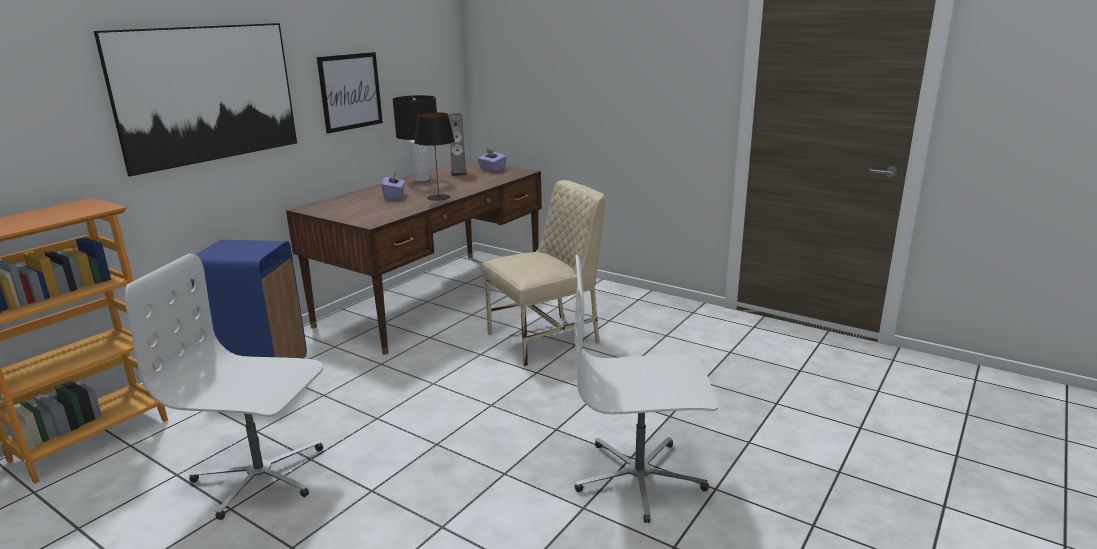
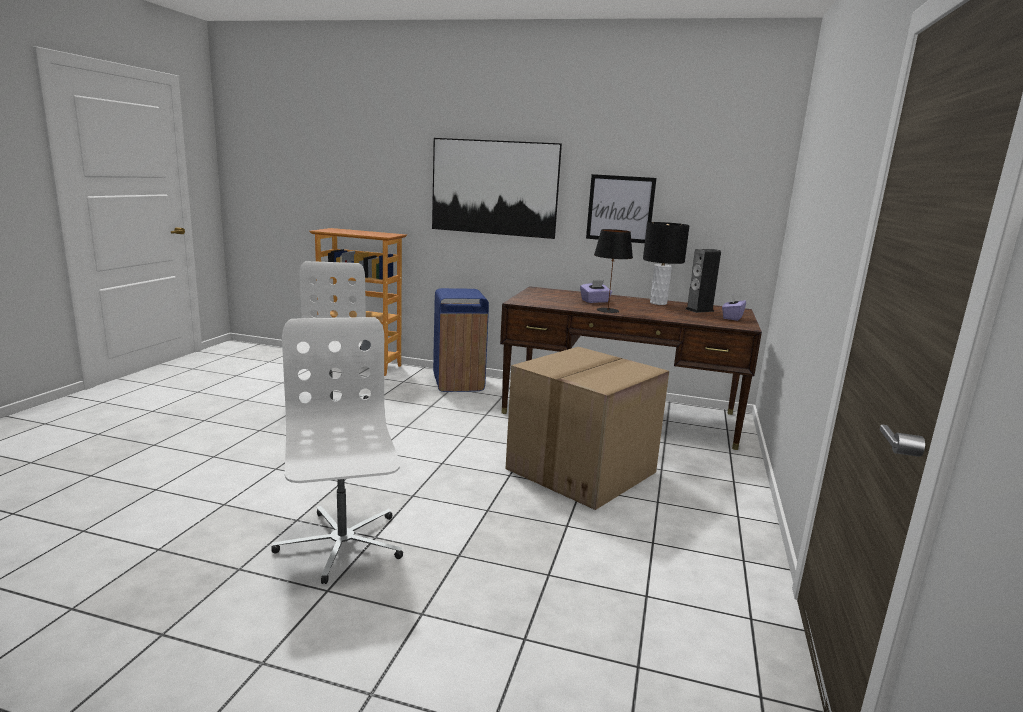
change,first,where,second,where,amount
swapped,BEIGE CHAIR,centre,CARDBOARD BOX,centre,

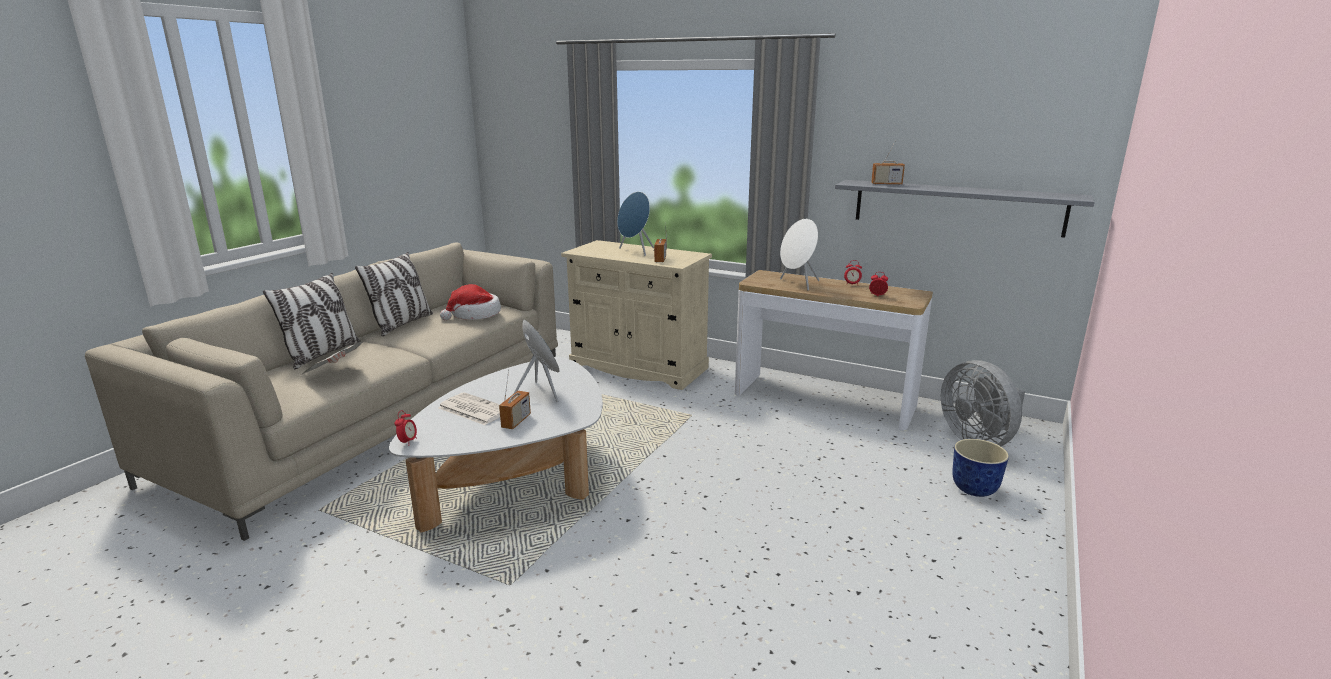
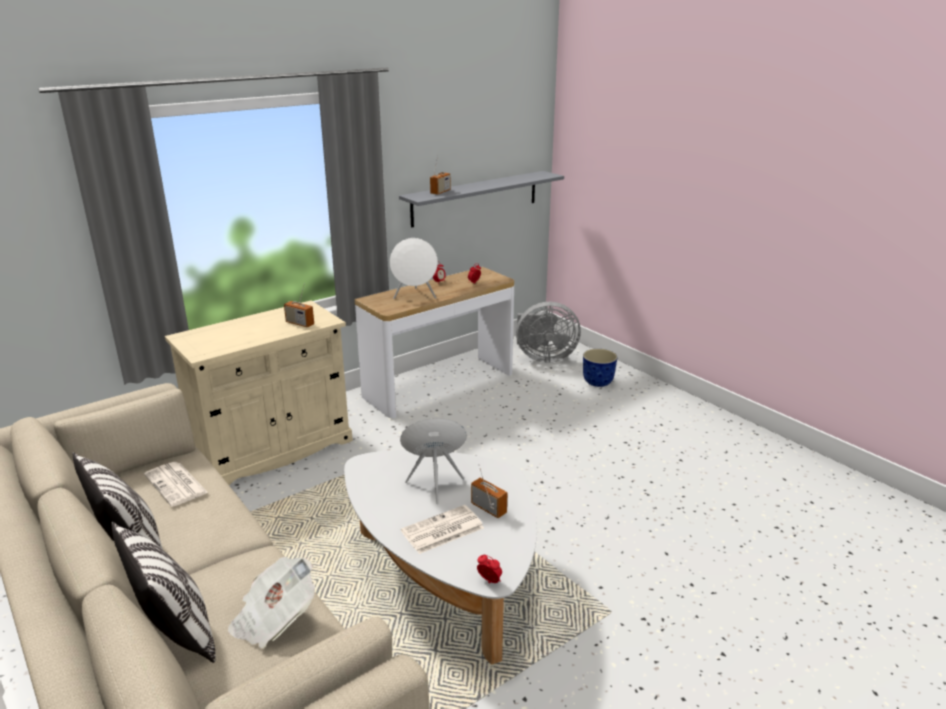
change,first,where,second,where,amount
gone,BLUE SPEAKER (no. 2 from left),top centre,,,
swapped,HAT,centre,NEWSPAPER (no. 1 from left),bottom left,

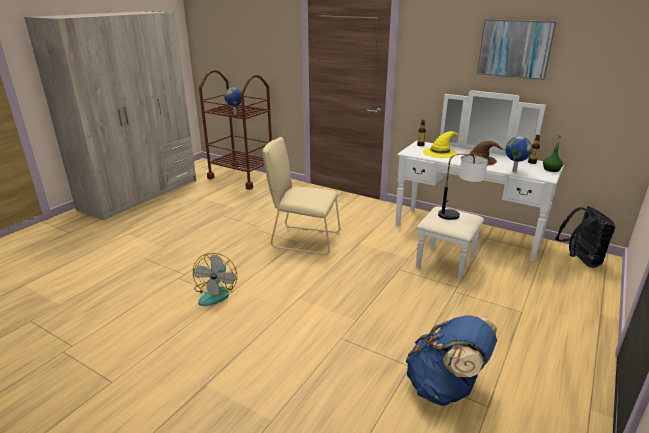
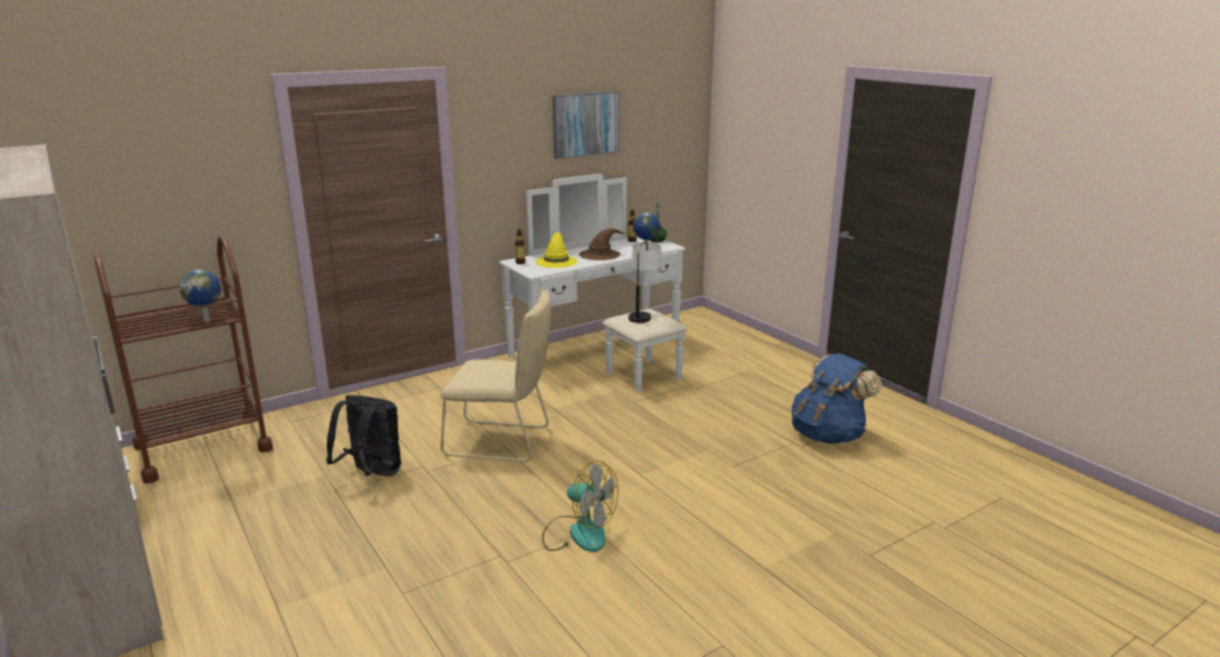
change,first,where,second,where,amount
rotated,BEIGE CHAIR,centre,,centre,120 degrees counterclockwise
shifted,BLACK BACKPACK,middle right,,middle left,

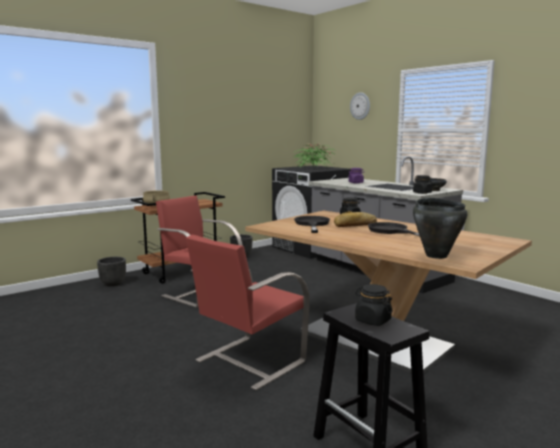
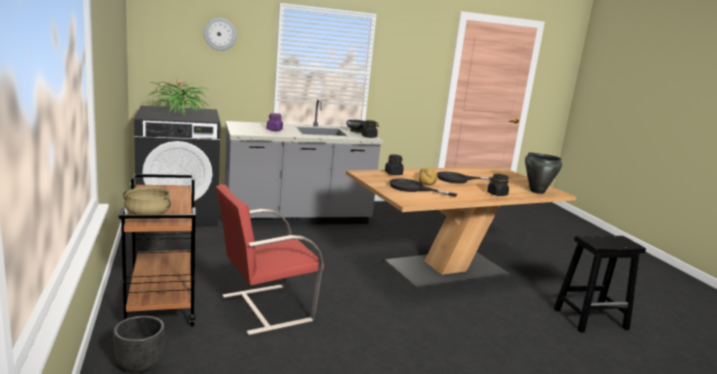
change,first,where,second,where,amount
gone,RED CHAIR (no. 2 from left),bottom centre,,,
shifted,BLACK JAR (no. 2 from left in the first image),bottom right,BLACK JAR (no. 3 from left),middle right,

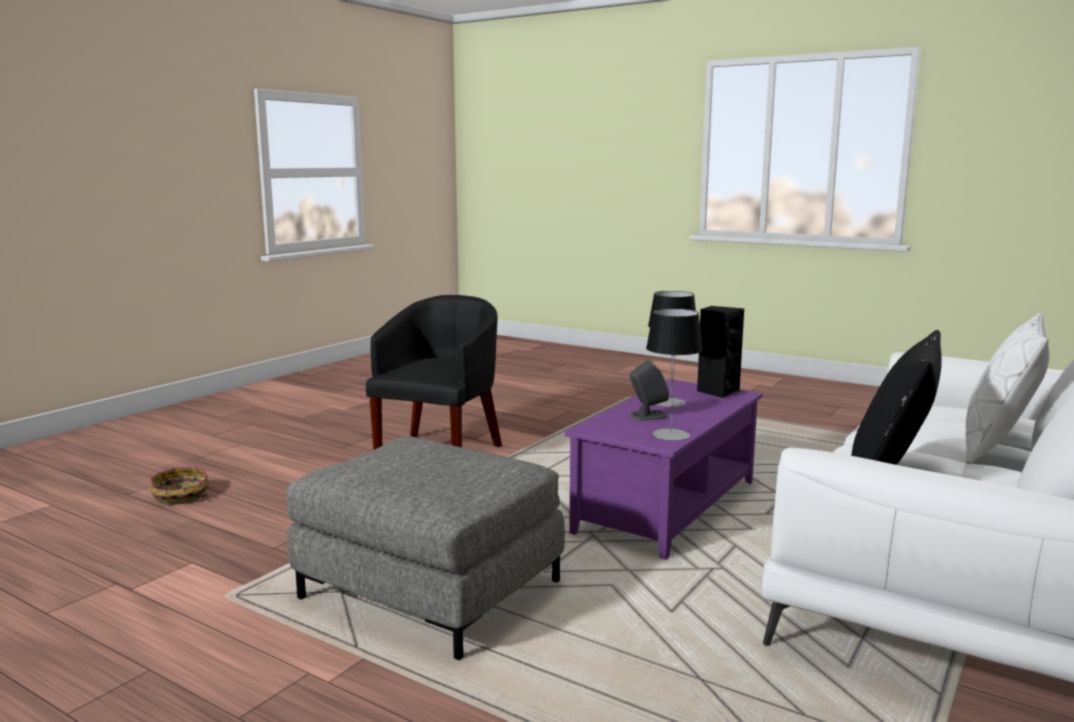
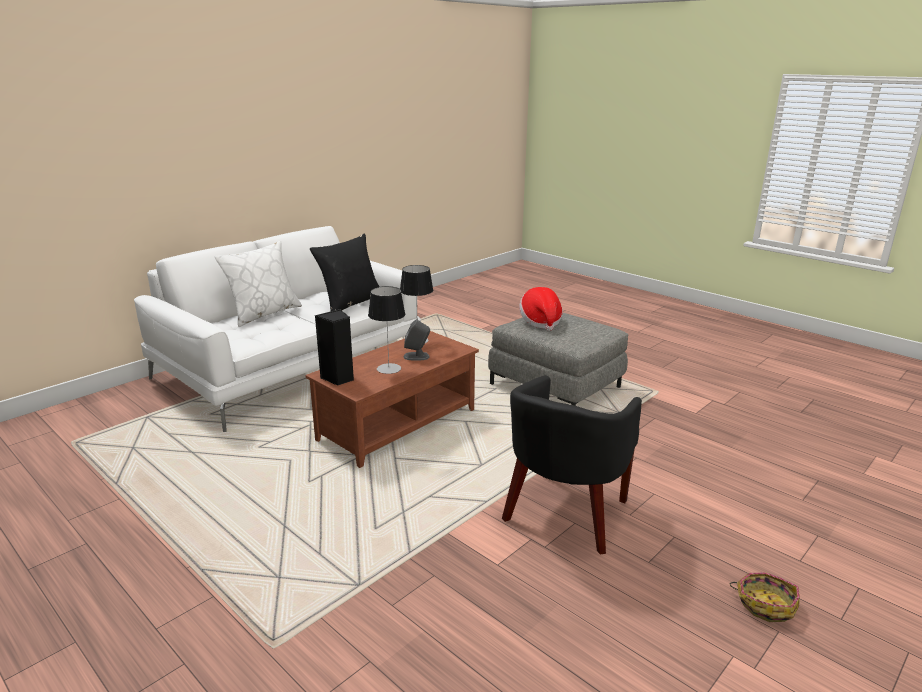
change,first,where,second,where,amount
repainted,PURPLE COFFEE TABLE,centre,BROWN COFFEE TABLE,centre,
shifted,BASKET,bottom left,,bottom right,
new,,,HAT,centre,

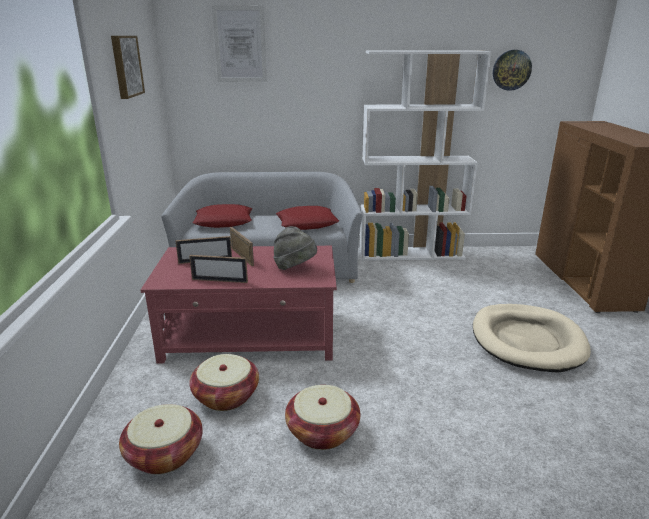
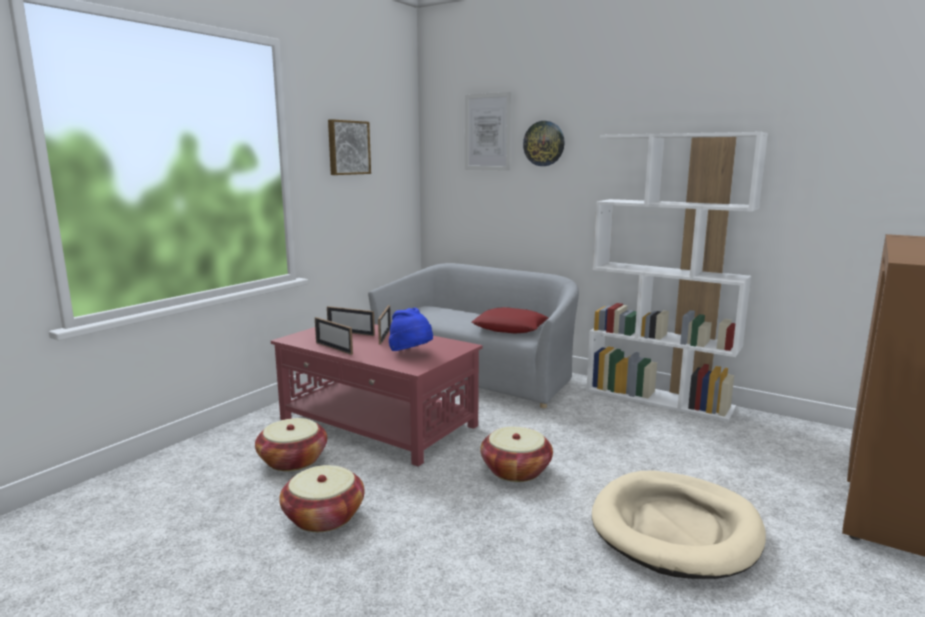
change,first,where,second,where,amount
shifted,WALL CLOCK,top right,,top centre,
gone,RED PILLOW (no. 1 from left),centre,,,
repainted,GREY HAT,centre,BLUE HAT,centre,
shifted,BASKET (no. 1 from left in the first image),bottom left,BASKET (no. 3 from left),bottom centre,

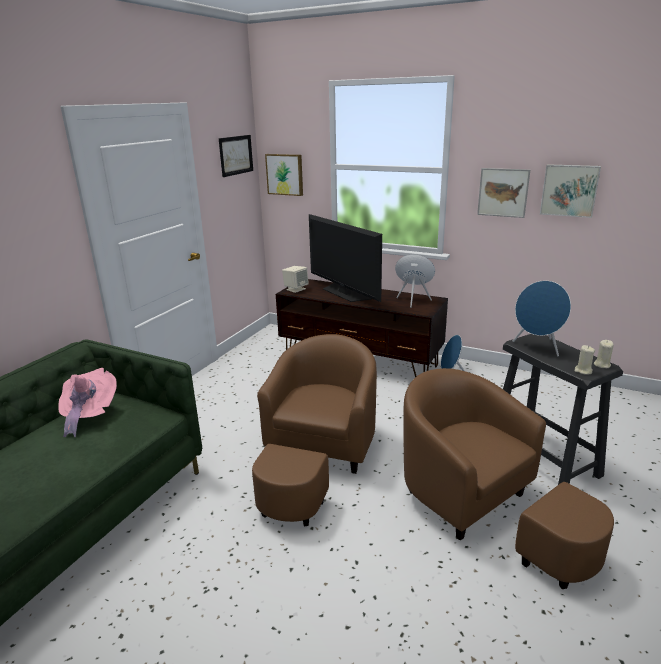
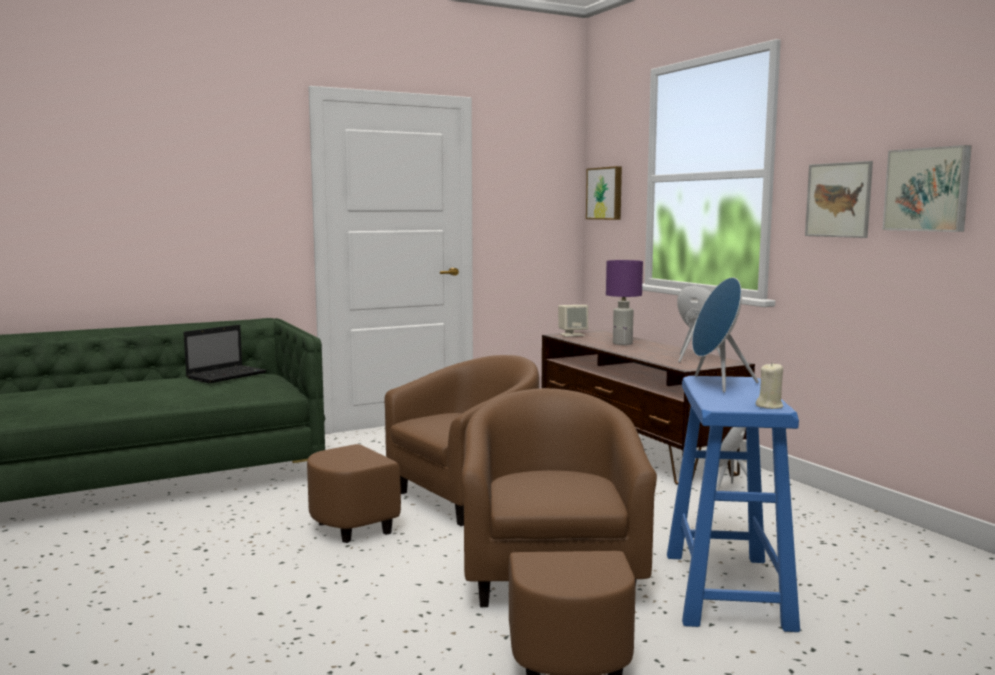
change,first,where,second,where,amount
gone,PICTURE (no. 1 from left),top centre,,,
swapped,TELEVISION,centre,PURPLE TABLE LAMP,centre,
repainted,BLACK STOOL,middle right,BLUE STOOL,bottom right,
gone,BEIGE CANDLE (no. 1 from left),middle right,,,
swapped,PINK HAT,middle left,LAPTOP,middle left,

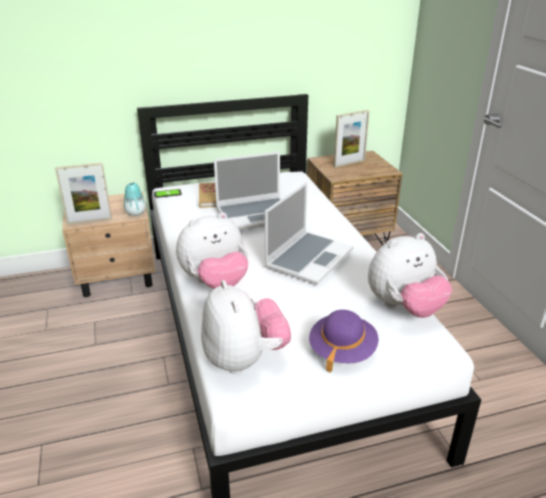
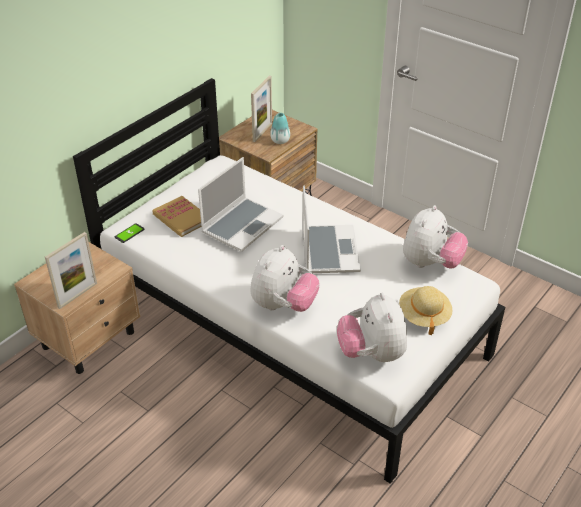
change,first,where,second,where,amount
shifted,VASE,middle left,,top centre,
rotated,PLUSH TOY (no. 2 from left),centre,,centre,135 degrees counterclockwise
repainted,PURPLE HAT,bottom centre,BEIGE HAT,middle right,

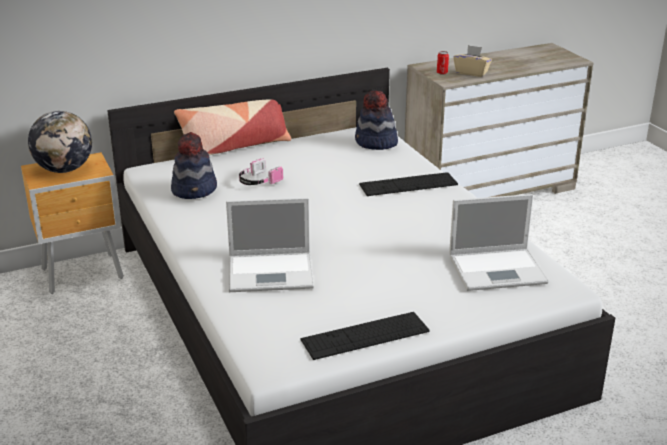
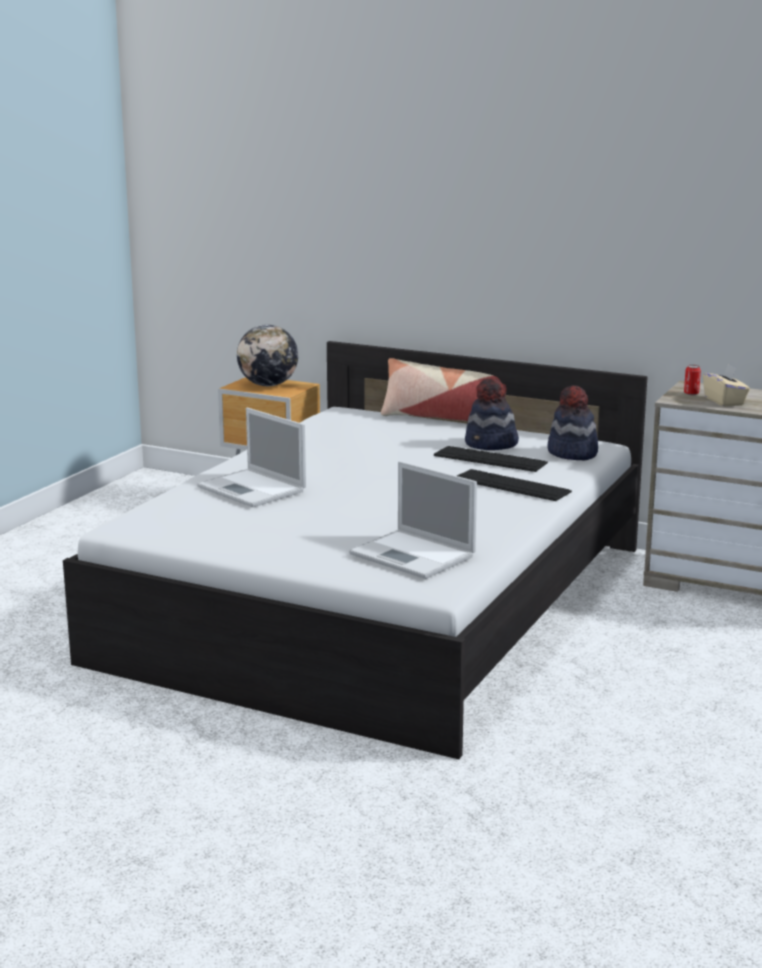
change,first,where,second,where,amount
shifted,HAT (no. 1 from left),middle left,,centre,
gone,HEADPHONES,centre,,,
shifted,KEYBOARD (no. 1 from left),bottom centre,,centre,

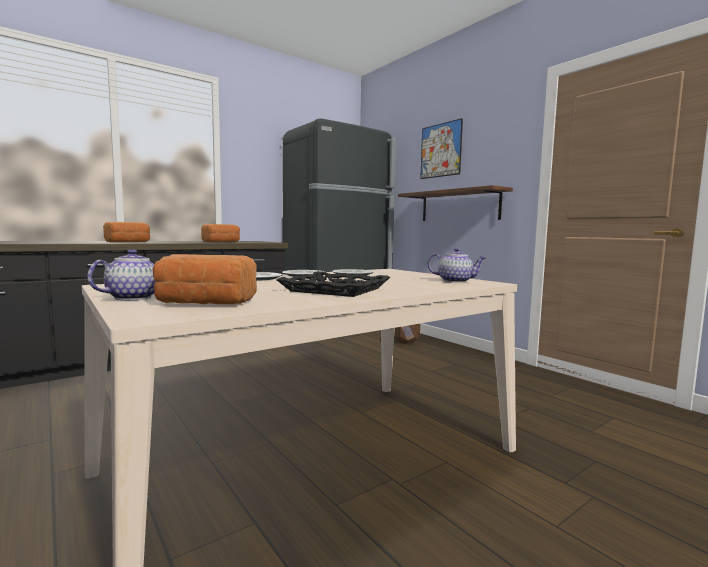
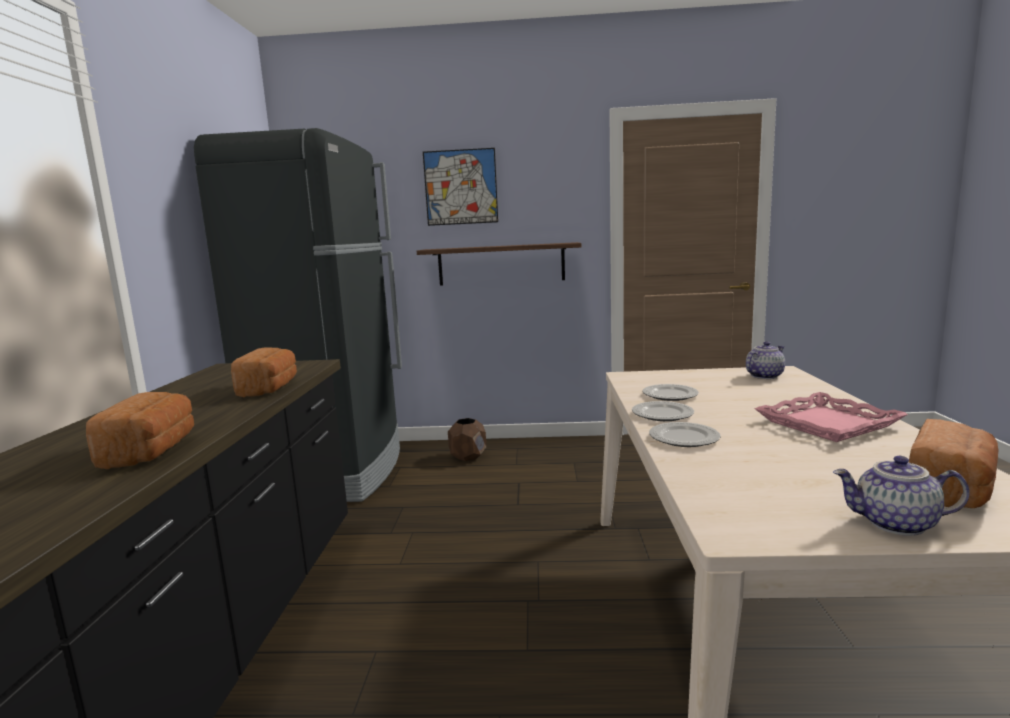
change,first,where,second,where,amount
rotated,TEAPOT (no. 1 from left in the first image),middle left,TEAPOT (no. 2 from left),bottom right,60 degrees counterclockwise
repainted,BLACK TRAY,centre,PINK TRAY,middle right,

